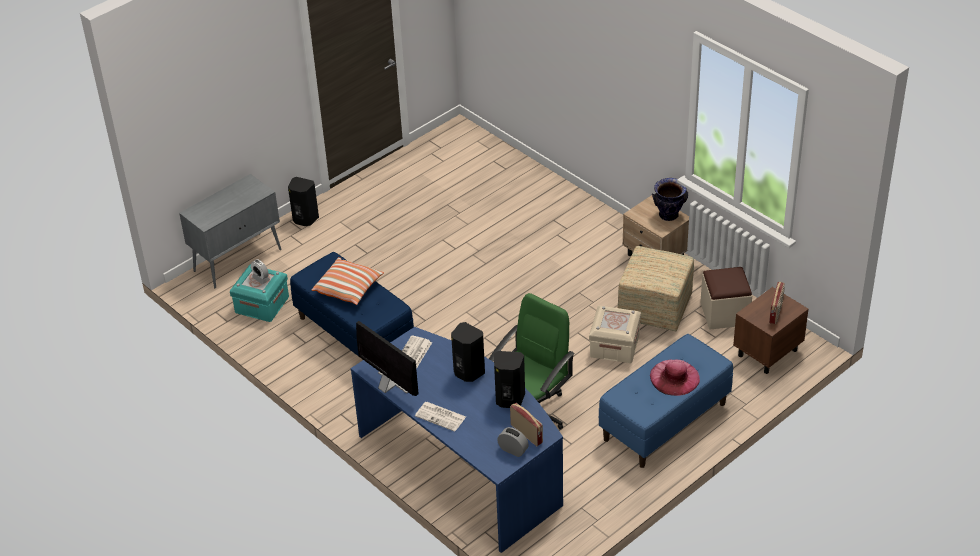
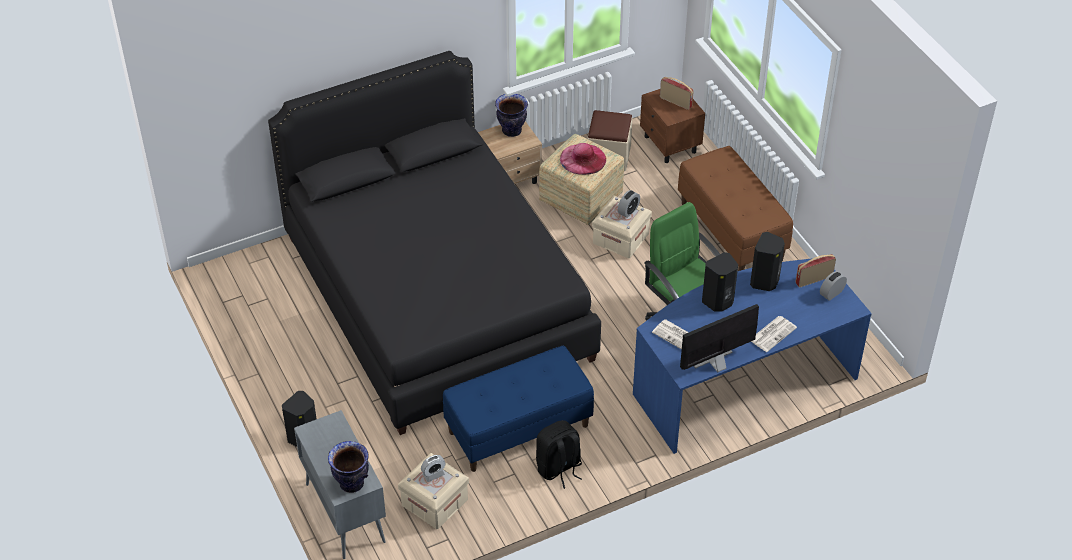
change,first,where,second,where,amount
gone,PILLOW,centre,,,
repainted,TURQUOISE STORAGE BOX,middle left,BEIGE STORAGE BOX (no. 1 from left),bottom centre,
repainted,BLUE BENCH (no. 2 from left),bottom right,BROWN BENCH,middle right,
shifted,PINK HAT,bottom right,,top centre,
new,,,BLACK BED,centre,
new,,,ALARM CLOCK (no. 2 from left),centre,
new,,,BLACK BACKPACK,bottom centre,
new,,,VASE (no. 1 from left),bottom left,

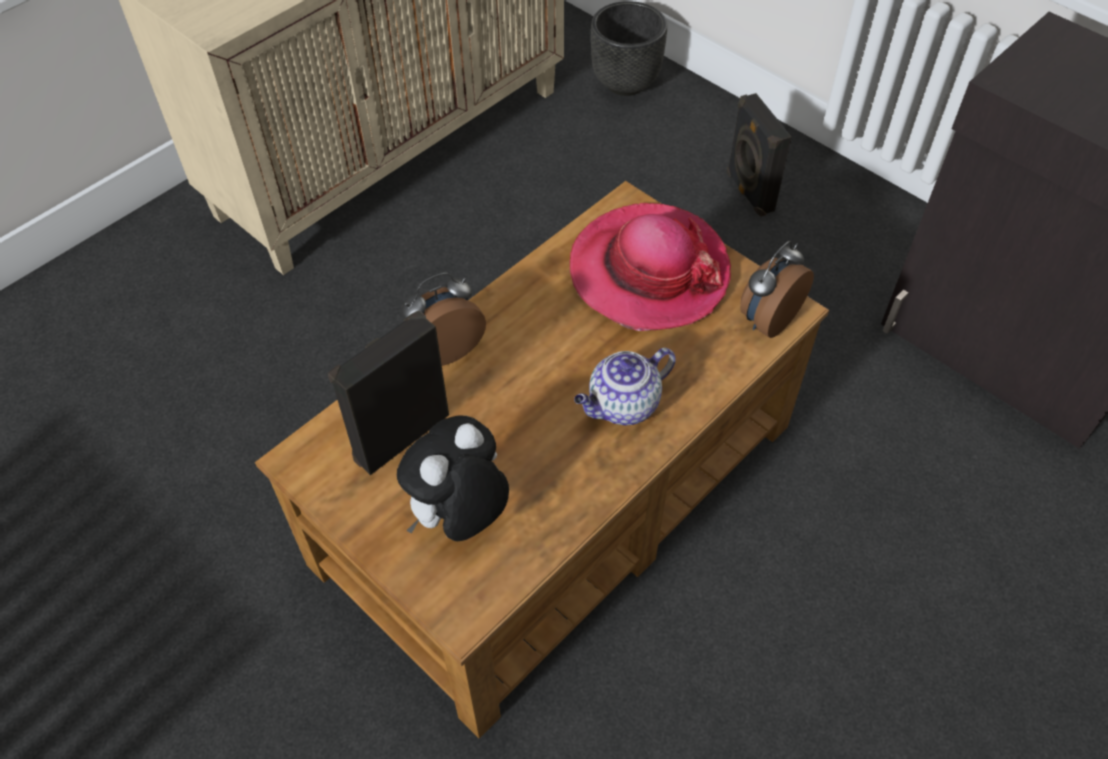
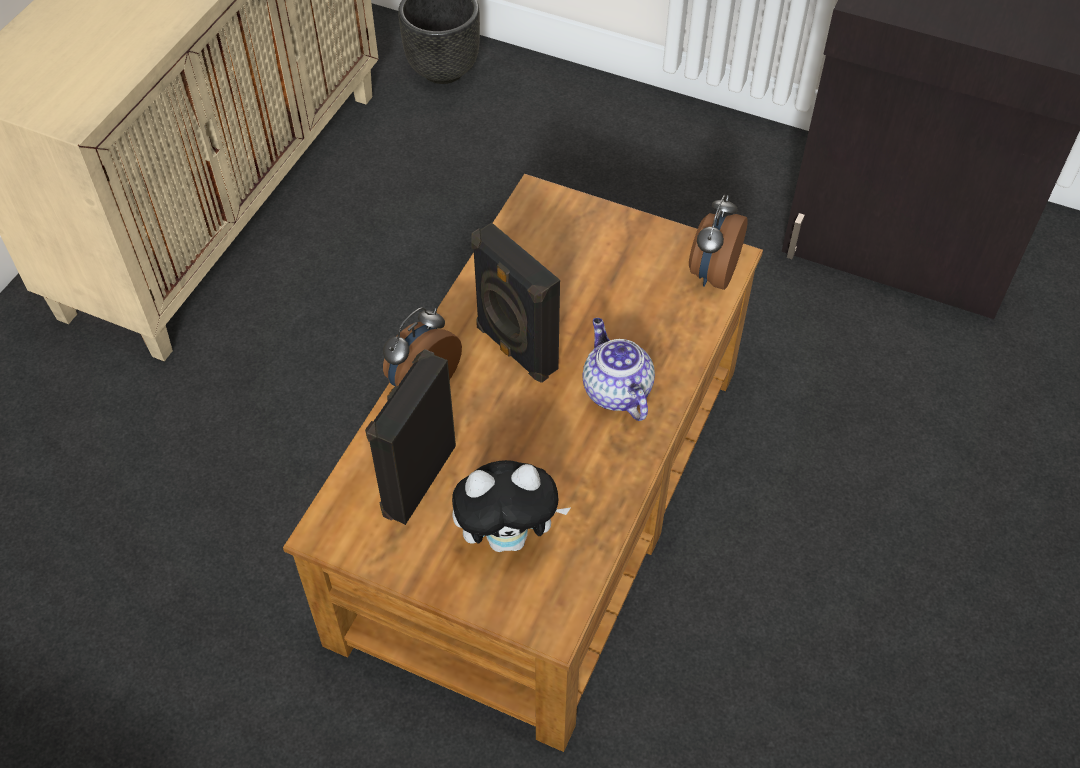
change,first,where,second,where,amount
shifted,BLACK SPEAKER (no. 2 from left),top right,,centre,
gone,HAT,centre,,,
rotated,TEAPOT,centre,,centre,120 degrees clockwise
rotated,PLUSH TOY,centre,,centre,120 degrees counterclockwise

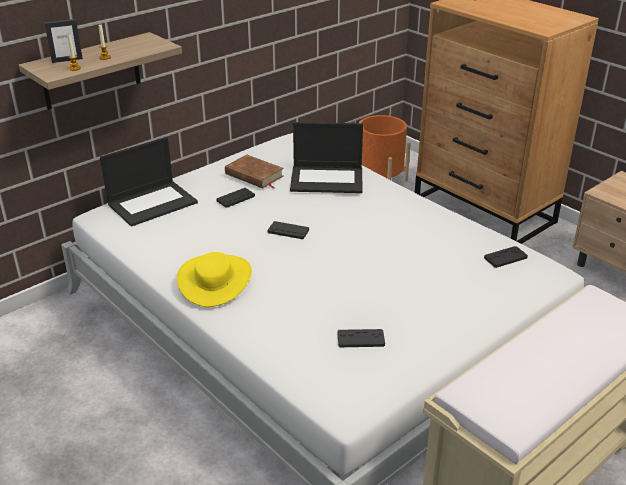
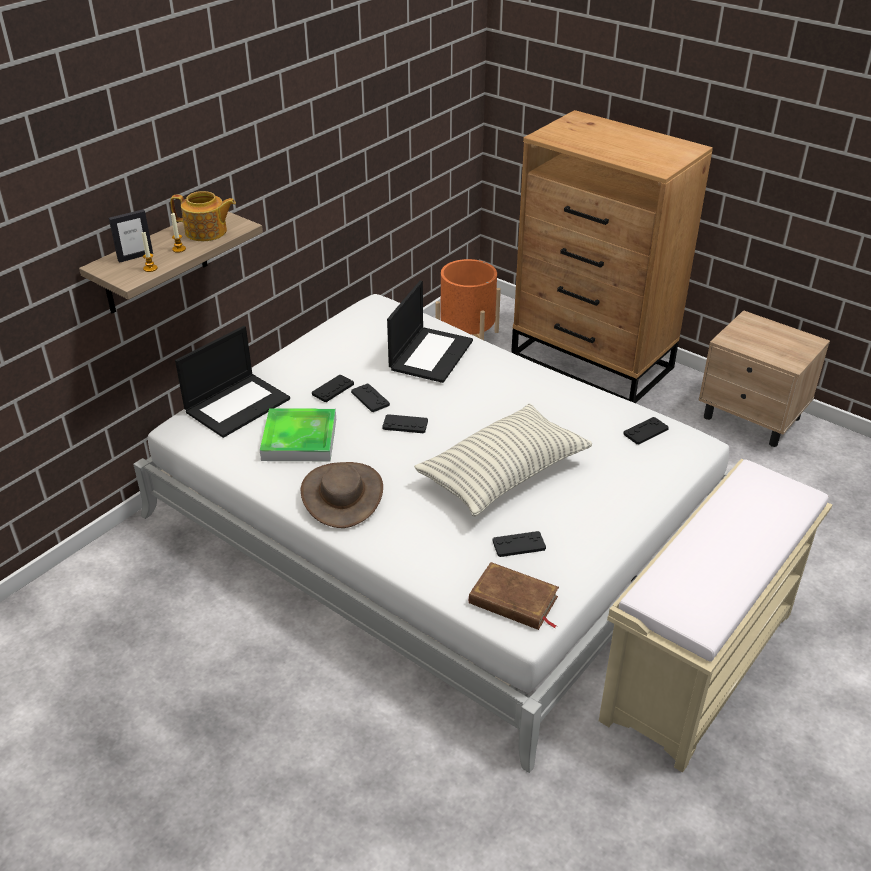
change,first,where,second,where,amount
rotated,LAPTOP (no. 2 from left),top centre,,centre,60 degrees counterclockwise
shifted,BROWN BOOK,centre,,bottom centre,
repainted,YELLOW HAT,centre,BROWN HAT,centre,
new,,,TEAPOT,top left,
new,,,BLACK GAME CONTROLLER (no. 2 from left),centre,
new,,,PILLOW,centre,
new,,,TRAY,centre,

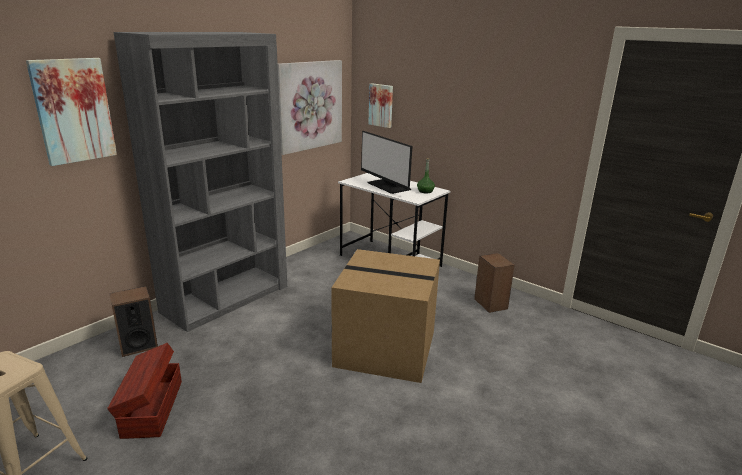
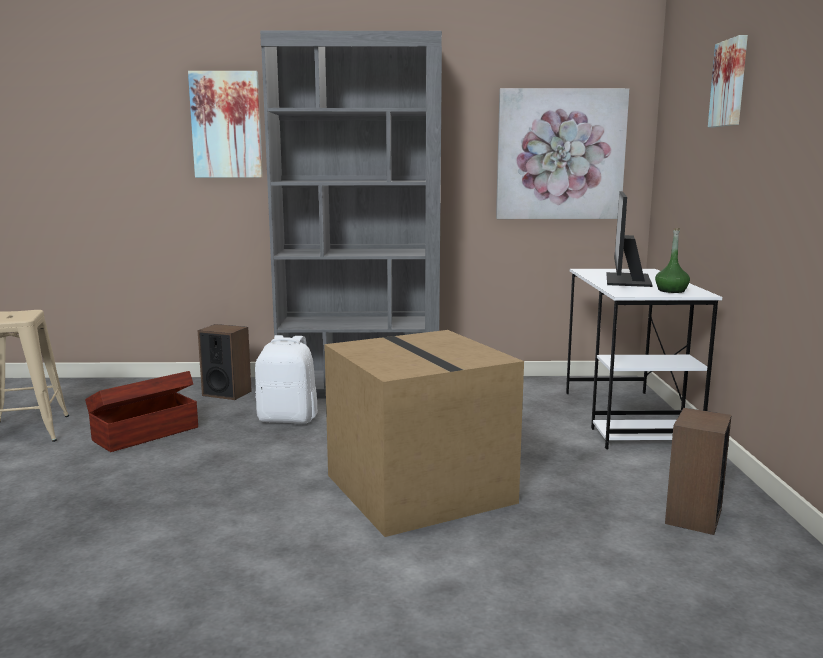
change,first,where,second,where,amount
shifted,PICTURE (no. 3 from left),top centre,,top right,
new,,,WHITE BACKPACK,centre,

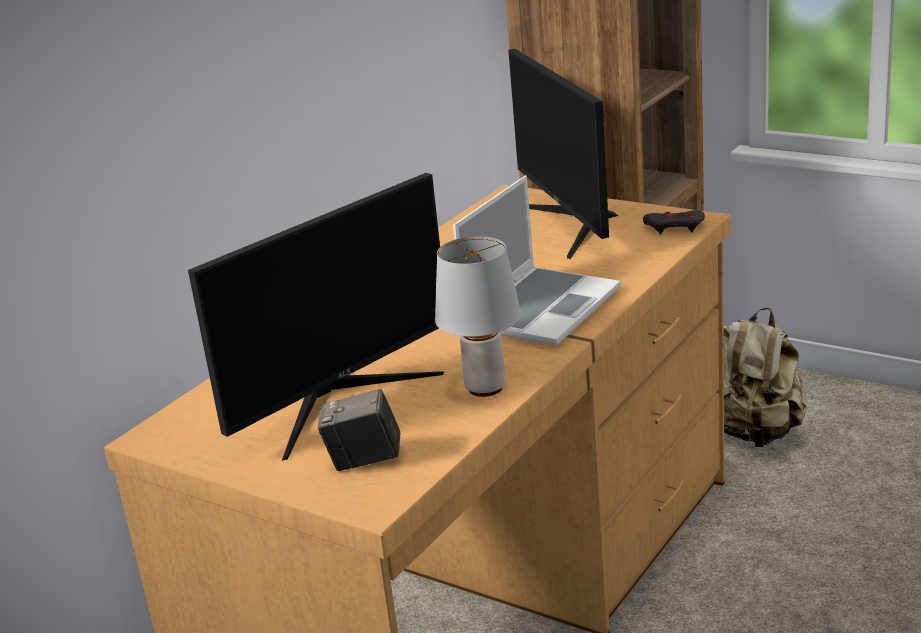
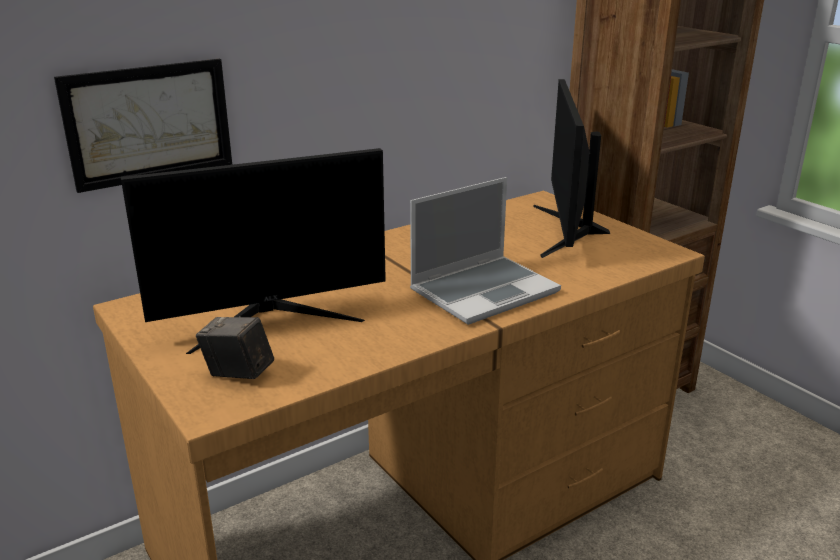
change,first,where,second,where,amount
gone,GREY GAME CONTROLLER,middle right,,,
gone,GREY TABLE LAMP,centre,,,
gone,BEIGE BACKPACK,middle right,,,
new,,,PICTURE,top left,

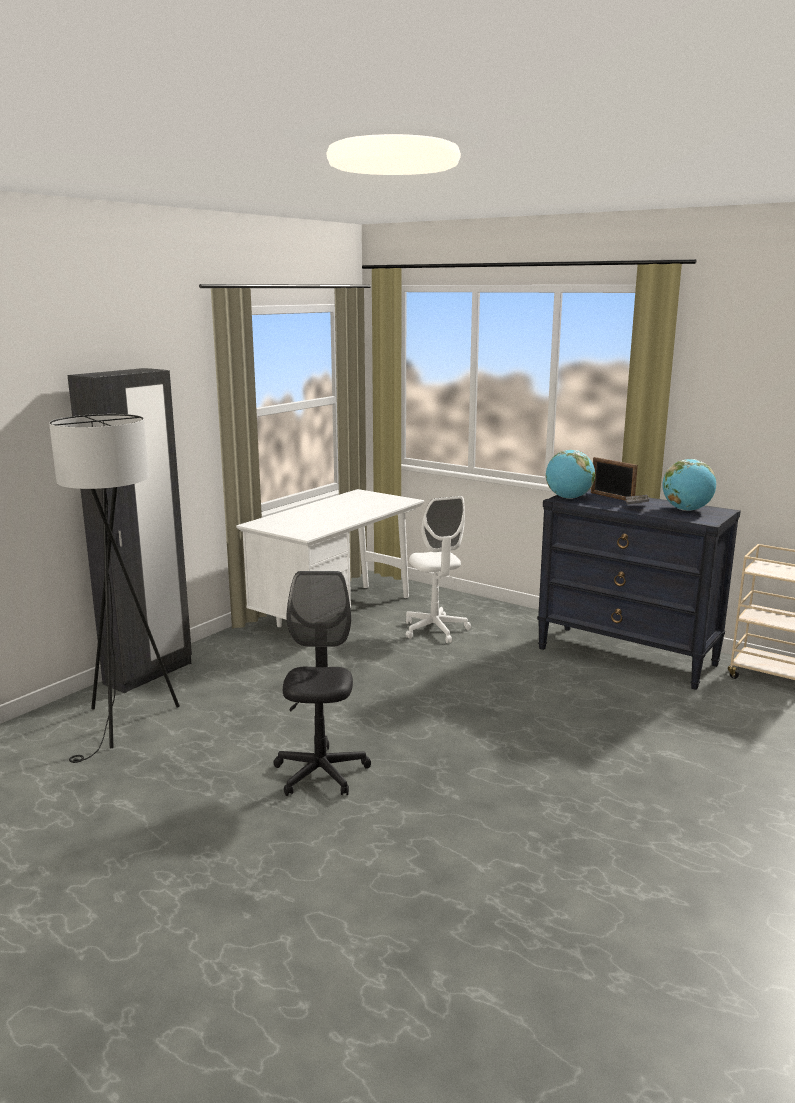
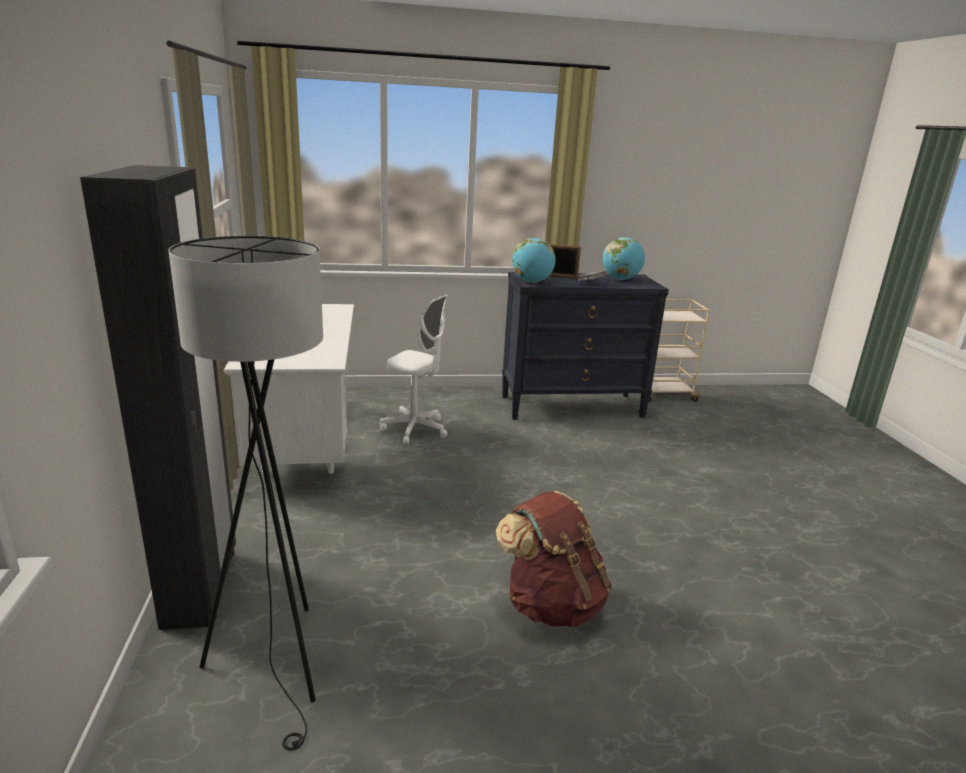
change,first,where,second,where,amount
swapped,BLACK OFFICE CHAIR,centre,BROWN BACKPACK,bottom centre,

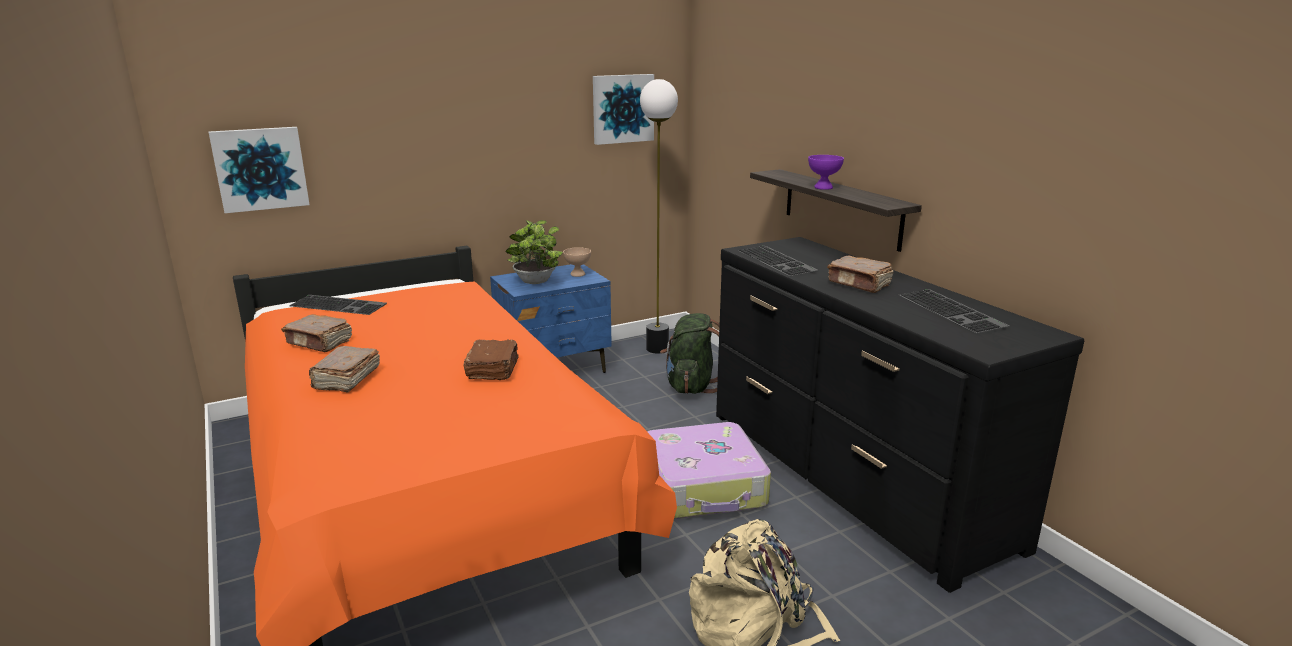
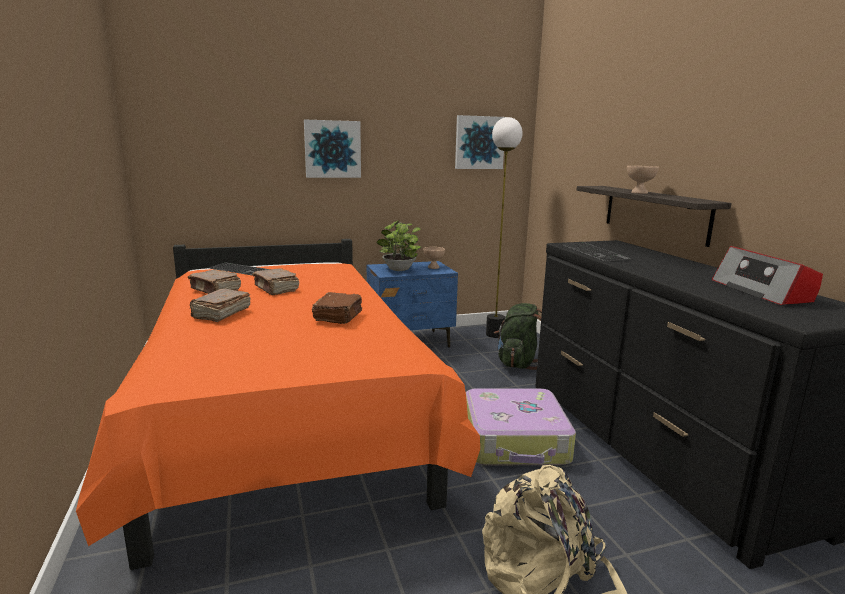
change,first,where,second,where,amount
shifted,PICTURE (no. 1 from left),top left,,top centre,
repainted,PURPLE BOWL,top centre,BEIGE BOWL (no. 2 from left),top right,
shifted,BROWN BOOK (no. 4 from left in the first image),centre,BROWN BOOK (no. 3 from left),middle left,
swapped,KEYBOARD (no. 3 from left),middle right,RADIO,middle right,

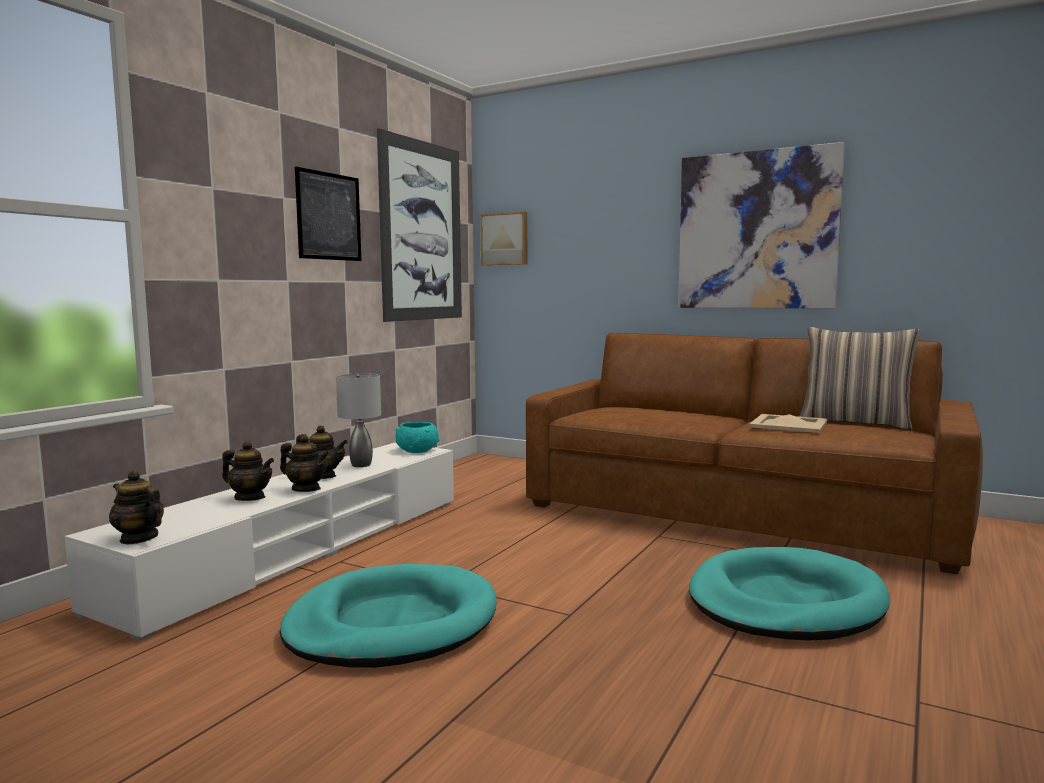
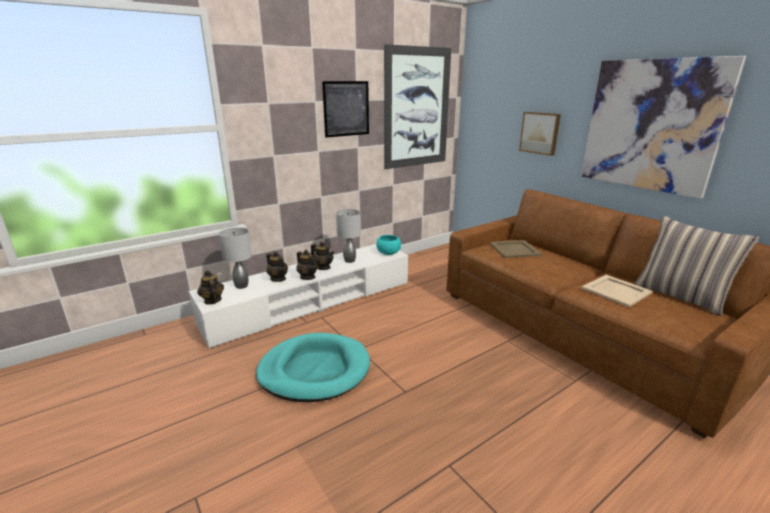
change,first,where,second,where,amount
shifted,PICTURE (no. 3 from left),top centre,,top right,
gone,TURQUOISE DOG BED (no. 2 from left),bottom right,,,
new,,,GREY TABLE LAMP (no. 1 from left),middle left,
new,,,BEIGE TRAY (no. 1 from left),middle right,

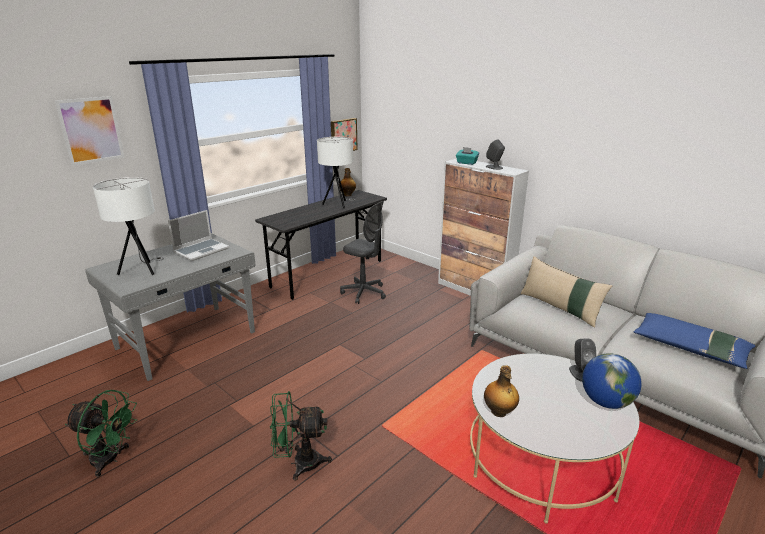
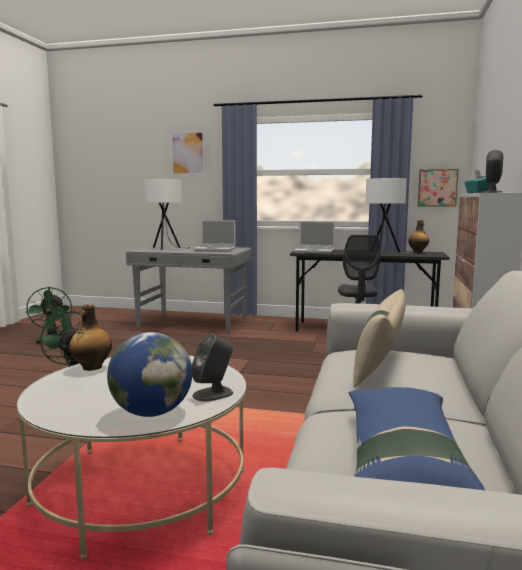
change,first,where,second,where,amount
new,,,LAPTOP (no. 2 from left),centre,

